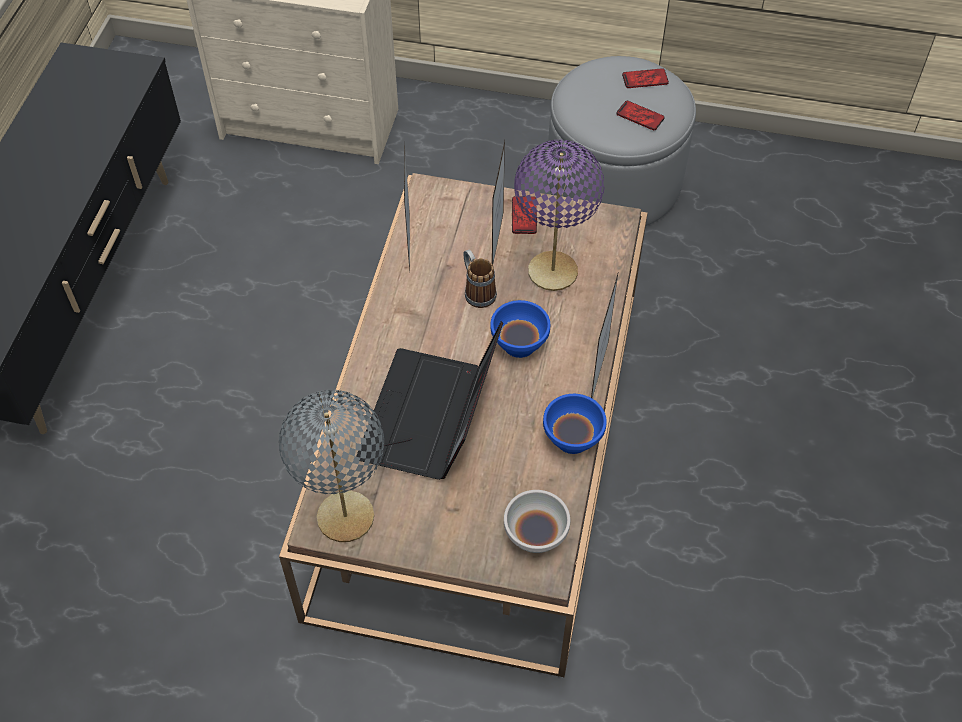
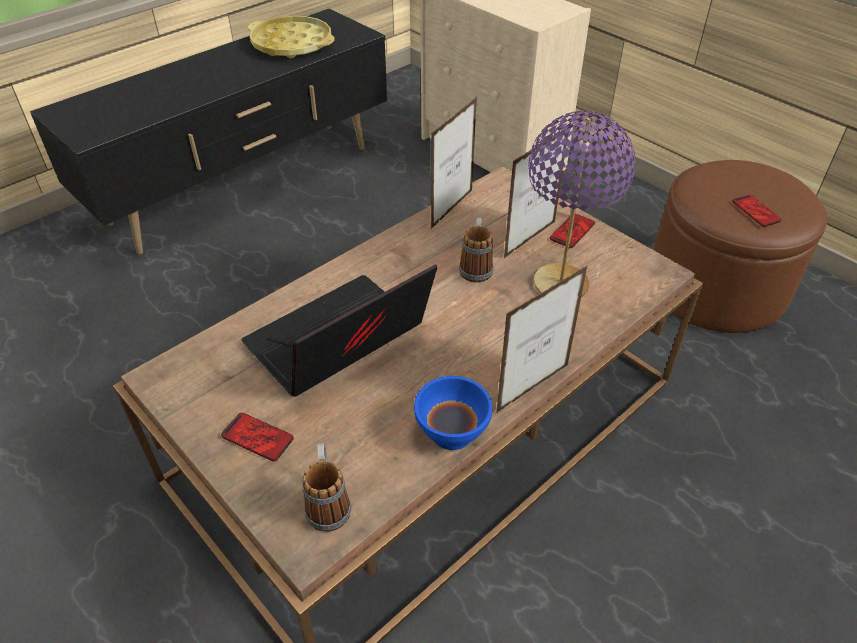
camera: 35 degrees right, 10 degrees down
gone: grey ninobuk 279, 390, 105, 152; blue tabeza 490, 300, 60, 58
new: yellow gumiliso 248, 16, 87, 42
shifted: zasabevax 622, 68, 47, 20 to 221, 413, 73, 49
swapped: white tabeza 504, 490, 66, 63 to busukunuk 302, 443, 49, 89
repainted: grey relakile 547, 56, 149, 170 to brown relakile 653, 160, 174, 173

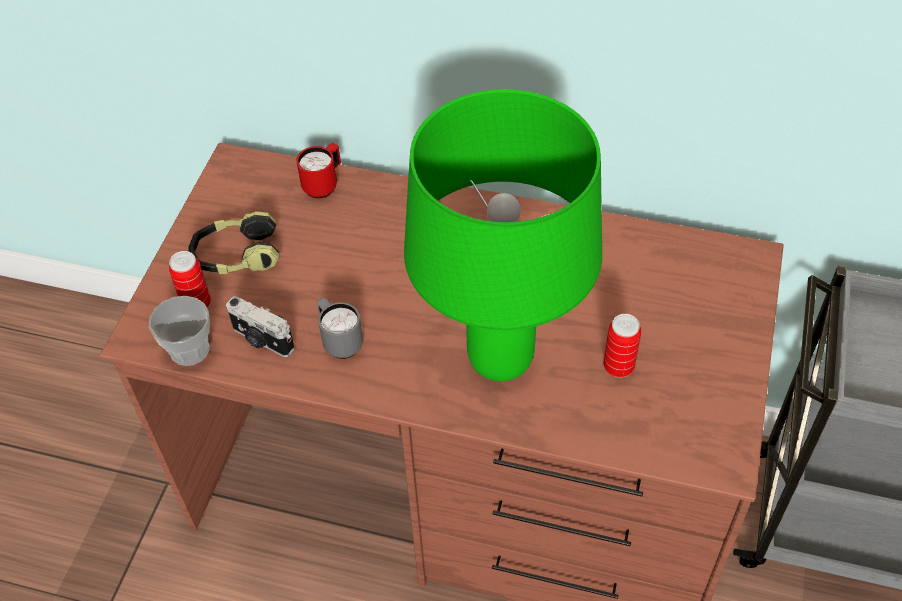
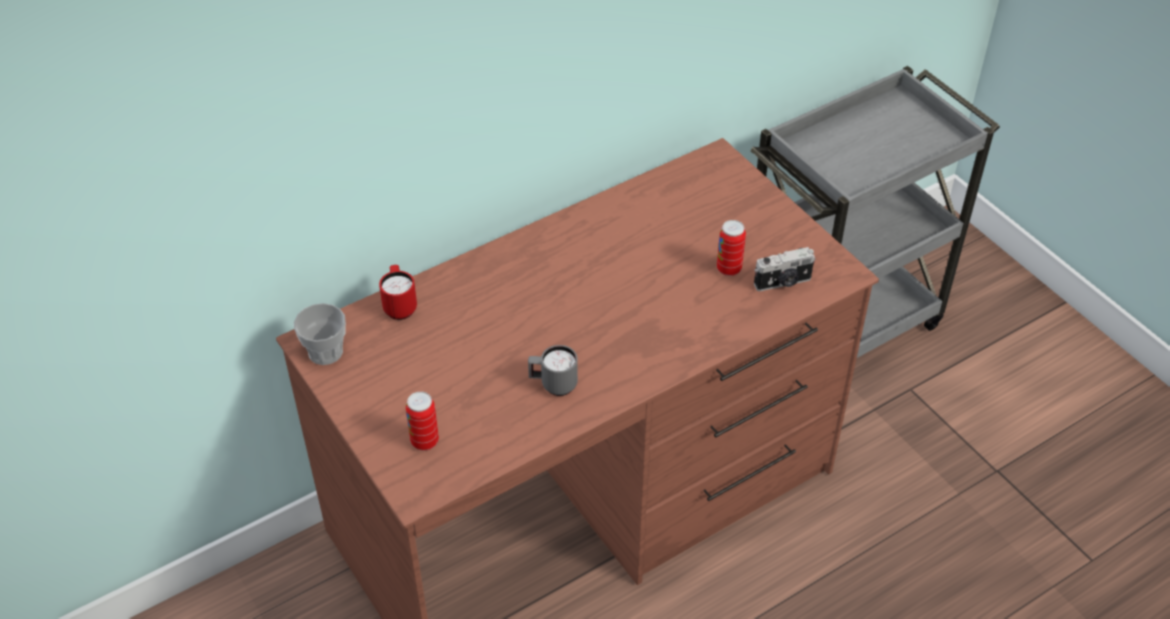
camera: 50 degrees left, 5 degrees down
gone: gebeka 188, 211, 91, 63; green ninobuk 404, 89, 198, 292
shifted: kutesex 149, 296, 61, 70 to 294, 303, 52, 62; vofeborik 226, 296, 69, 61 to 754, 247, 61, 44

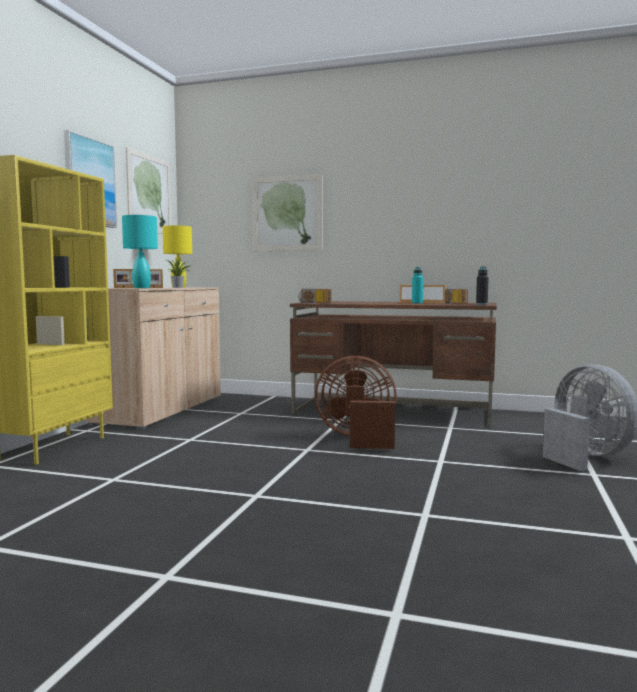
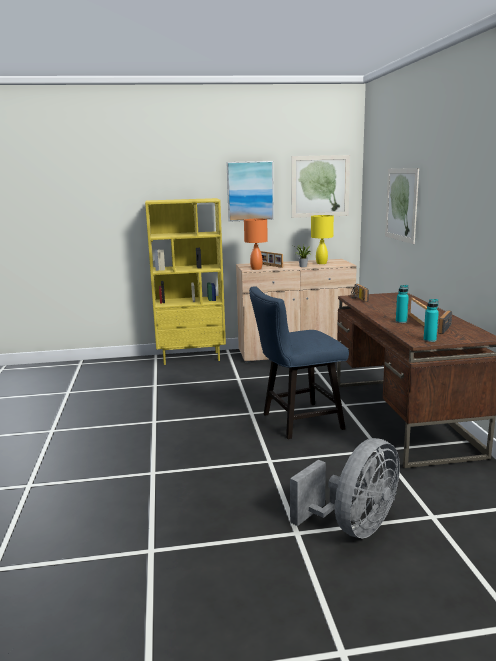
camera: 65 degrees right, 10 degrees up
swapped: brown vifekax 315, 356, 82, 93 to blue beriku 249, 286, 100, 153
repainted: turquoise ninobuk 122, 215, 36, 73 to orange ninobuk 244, 219, 24, 51; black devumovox 476, 266, 13, 39 to turquoise devumovox 423, 299, 16, 43

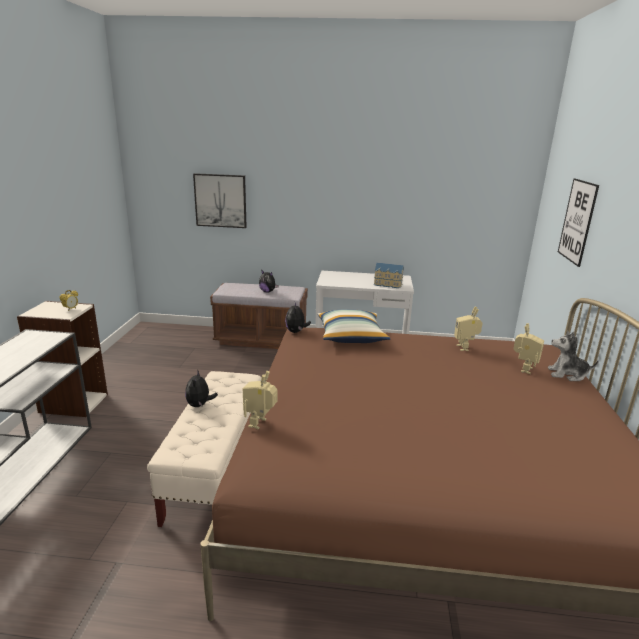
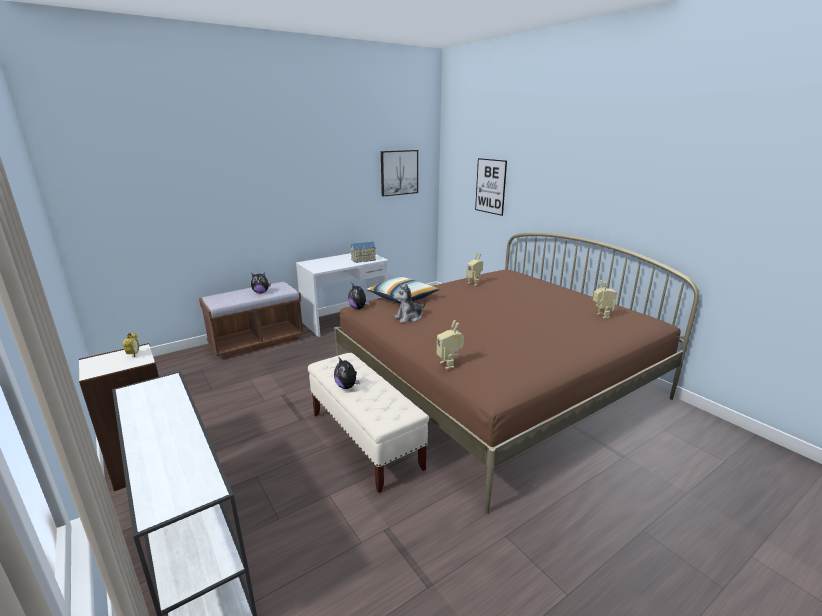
camera: 40 degrees left, 0 degrees up
shifted: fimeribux 193, 173, 54, 55 to 381, 150, 37, 47; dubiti 513, 324, 31, 50 to 593, 280, 24, 38; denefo 548, 331, 51, 50 to 393, 284, 33, 39

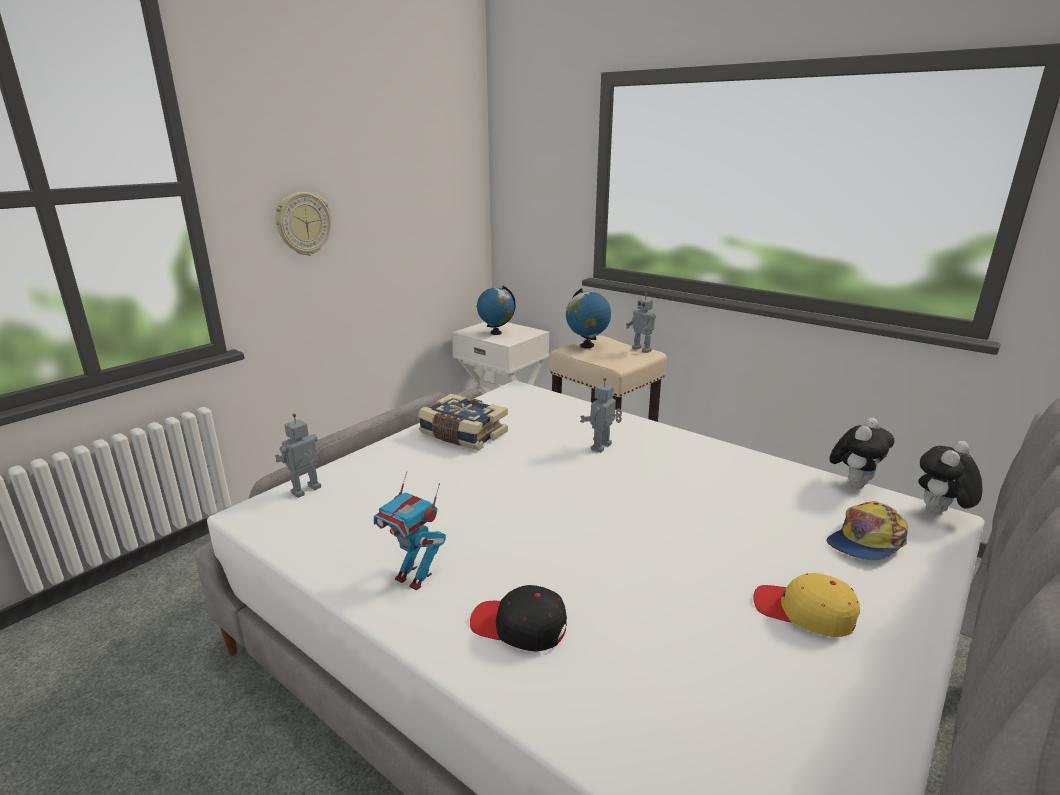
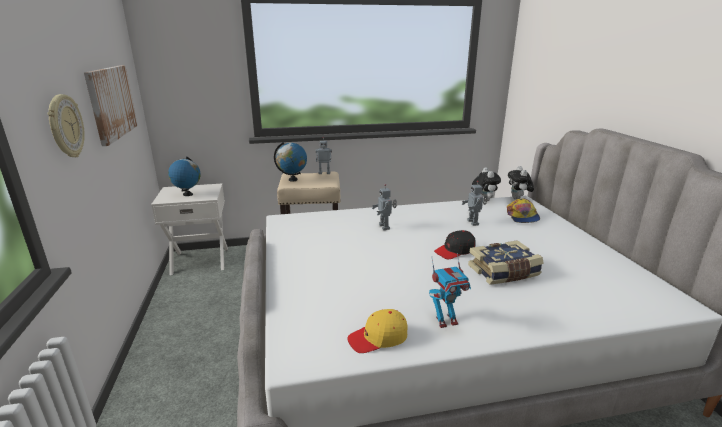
camera: 50 degrees left, 0 degrees up
new: fimeribux 84, 65, 54, 81
shifted: dubiti 275, 414, 46, 84 to 462, 181, 25, 45; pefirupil 418, 394, 90, 56 to 468, 240, 76, 45; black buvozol 470, 585, 97, 67 to 434, 230, 42, 29; yellow buvozol 753, 573, 107, 64 to 347, 309, 60, 44

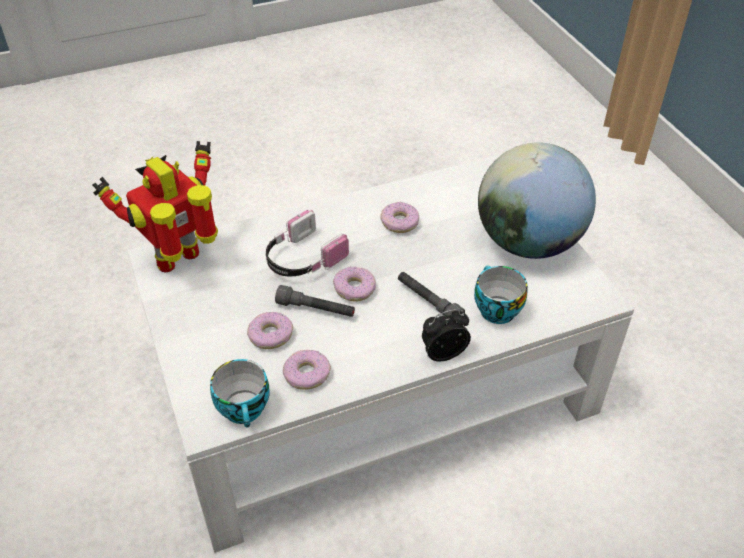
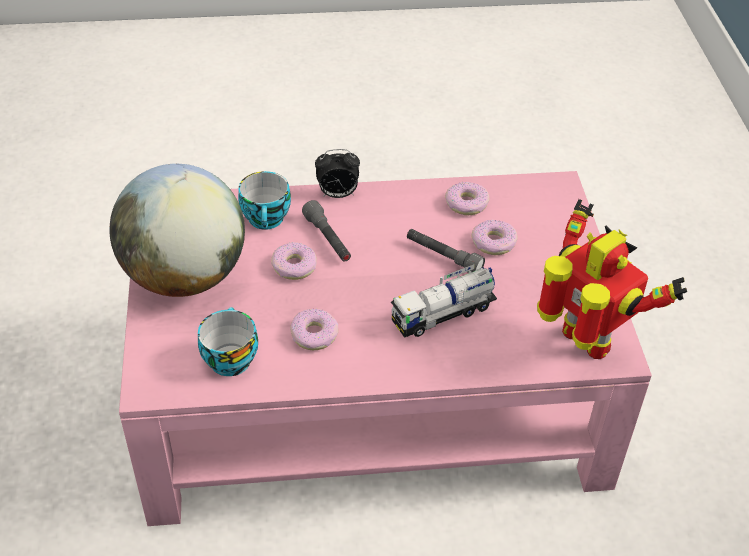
camera: 165 degrees left, 0 degrees up
shifted: kutesex 210, 359, 60, 69 to 198, 307, 60, 69; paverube 333, 267, 43, 35 to 271, 242, 46, 38
swapped: gebeka 266, 210, 83, 66 to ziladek 391, 264, 106, 74
repainted: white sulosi 127, 154, 507, 399 to pink sulosi 119, 171, 533, 355
rotated: dubiti 93, 141, 125, 132 = 537, 199, 150, 160 105 degrees counterclockwise

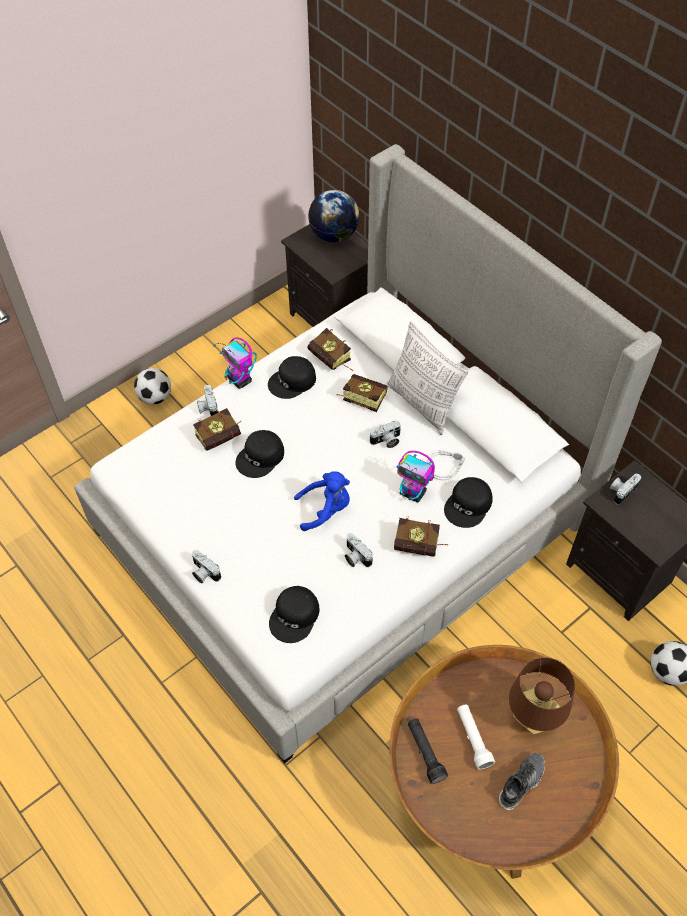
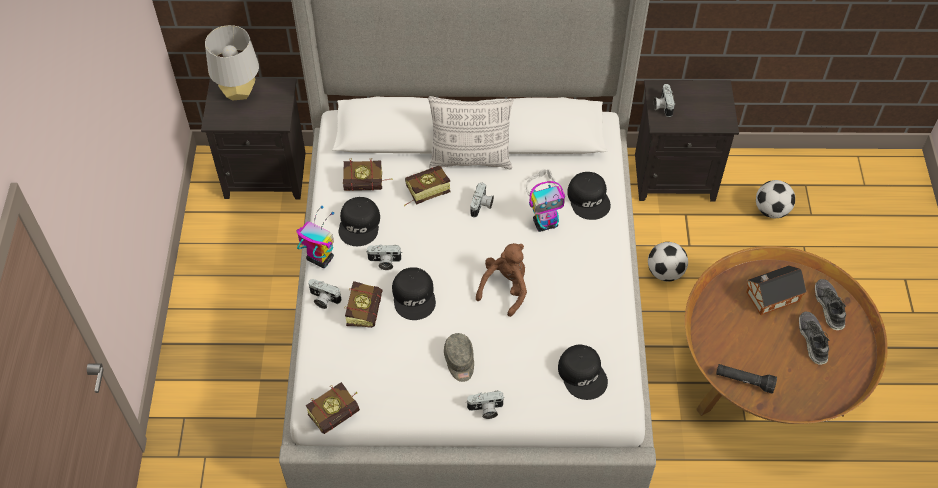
camera: 50 degrees left, 0 degrees up
gone: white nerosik 457, 704, 38, 65
new: grey buvozol 444, 333, 30, 49; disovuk 815, 279, 31, 51
shifted: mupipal 134, 368, 37, 37 to 648, 242, 40, 40; vofeborik 345, 533, 28, 34 to 366, 245, 36, 25; pefirupil 394, 516, 54, 41 to 306, 382, 54, 52
swapped: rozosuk 308, 190, 51, 52 to grey ninobuk 205, 25, 54, 75; brown ninobuk 509, 657, 66, 77 to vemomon 746, 265, 60, 50
repainted: blue denefo 294, 471, 56, 60 to brown denefo 476, 243, 51, 74
rotated: dubiti 213, 337, 44, 52 = 296, 206, 38, 62 150 degrees counterclockwise

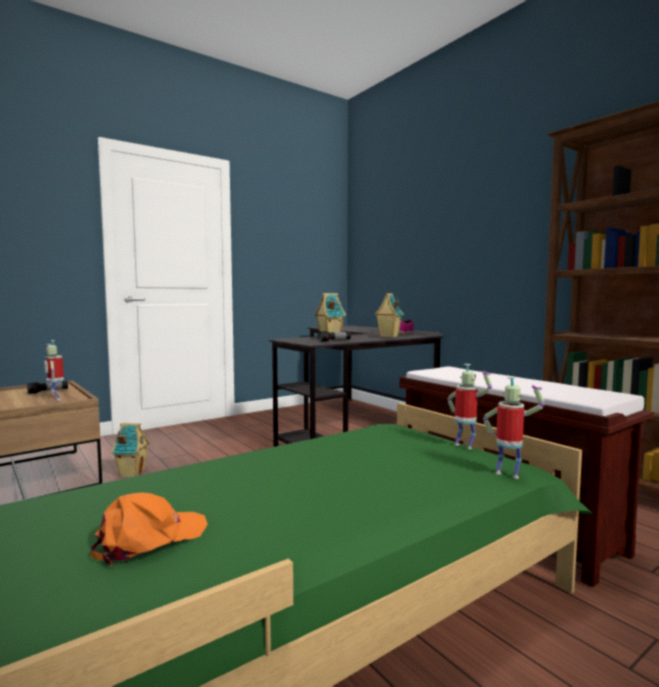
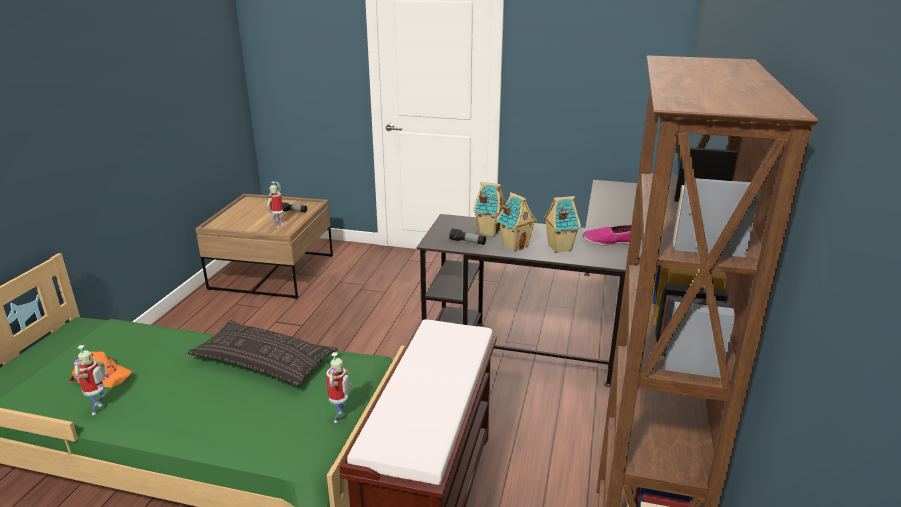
camera: 50 degrees right, 20 degrees up
new: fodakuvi 186, 320, 152, 66
shifted: vemomon 111, 423, 39, 54 to 496, 192, 41, 60; dubiti 483, 377, 62, 102 to 74, 345, 35, 70

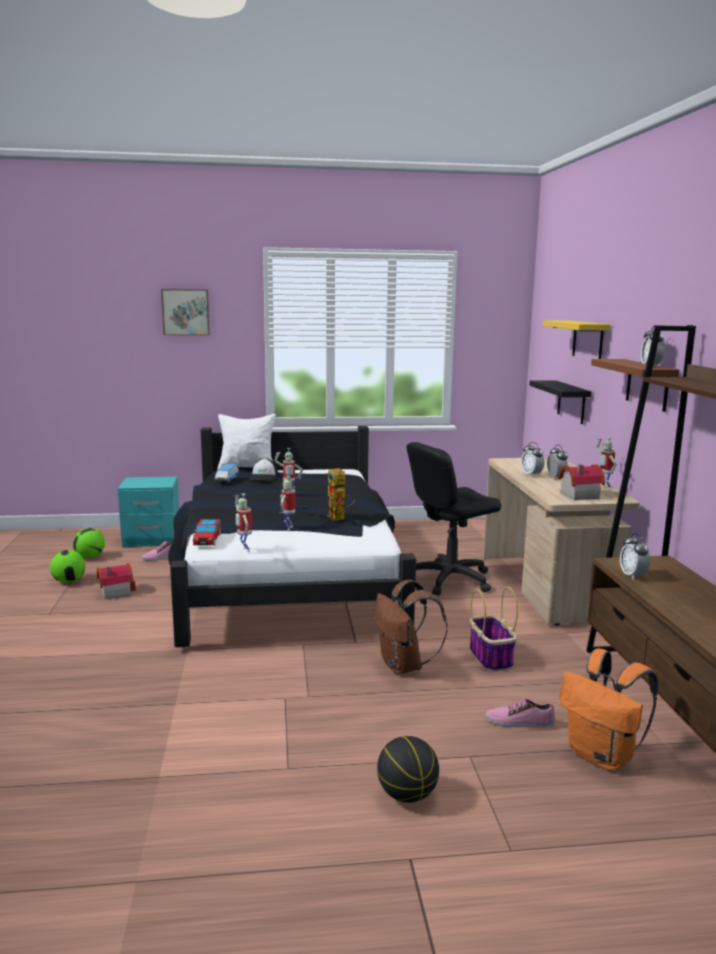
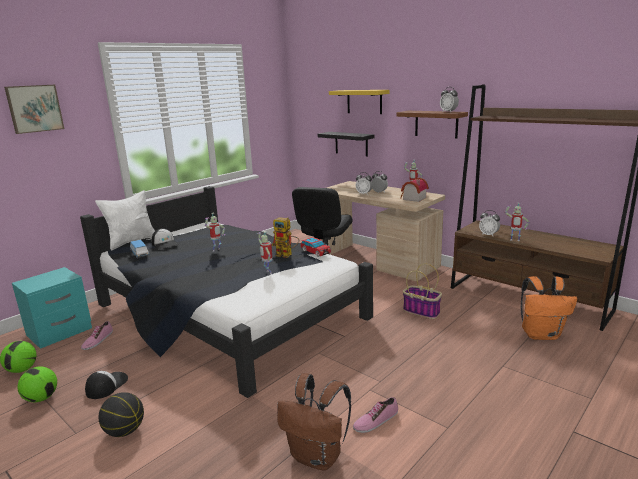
camera: 40 degrees left, 5 degrees up
shifted: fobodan 193, 519, 28, 26 to 301, 237, 30, 20; dubiti 235, 493, 17, 59 to 505, 203, 25, 38; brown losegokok 374, 579, 73, 95 to 277, 373, 74, 97; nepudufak 377, 736, 62, 67 to 98, 392, 46, 45; disovuk 485, 699, 70, 29 to 353, 397, 45, 36
swapped: vemomon 97, 563, 39, 36 to buvozol 85, 371, 43, 28

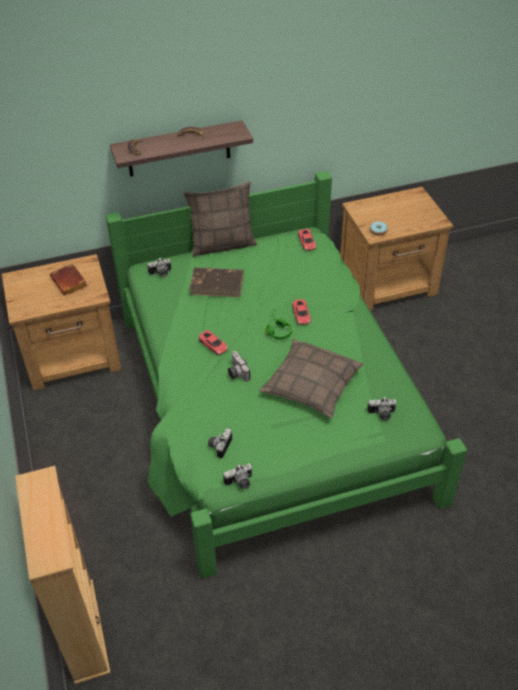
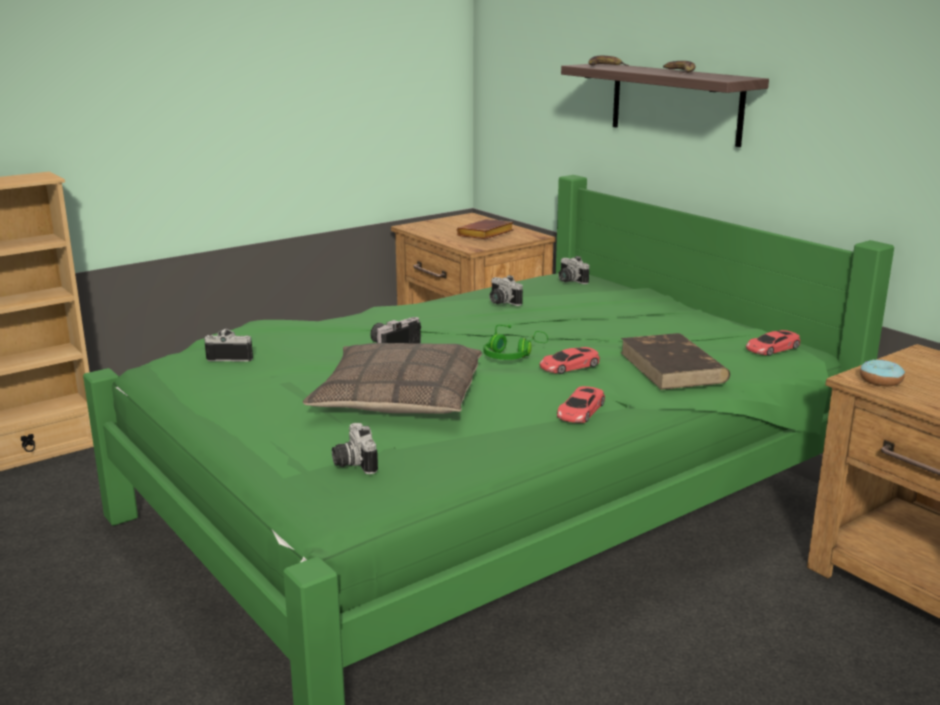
camera: 70 degrees right, 25 degrees down
gone: fodakuvi 183, 181, 74, 76
shifted: brown pefirupil 189, 267, 55, 30 to 620, 333, 110, 57; red fobodan 199, 330, 29, 25 to 557, 386, 48, 37; vofeborik 223, 463, 29, 26 to 490, 275, 33, 31

